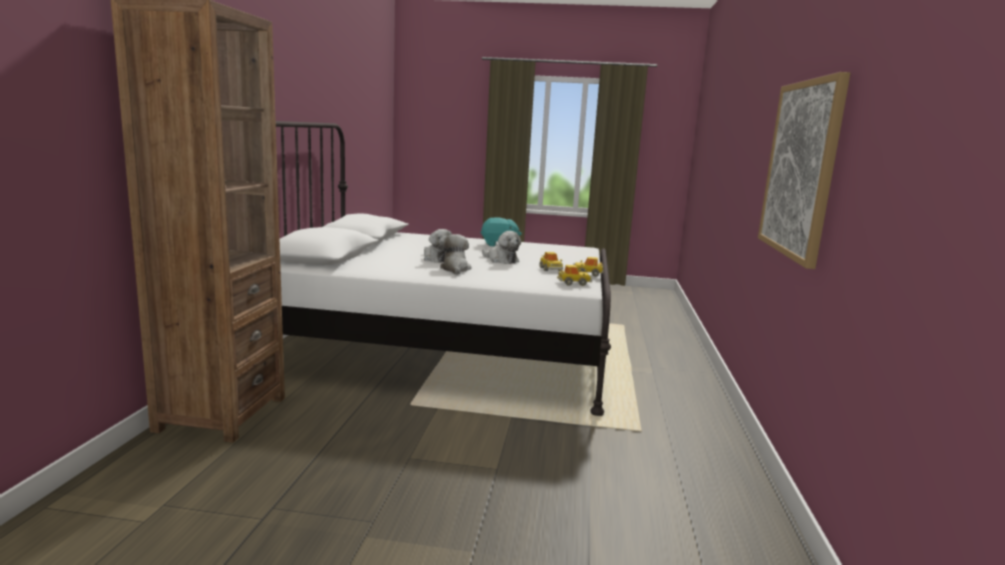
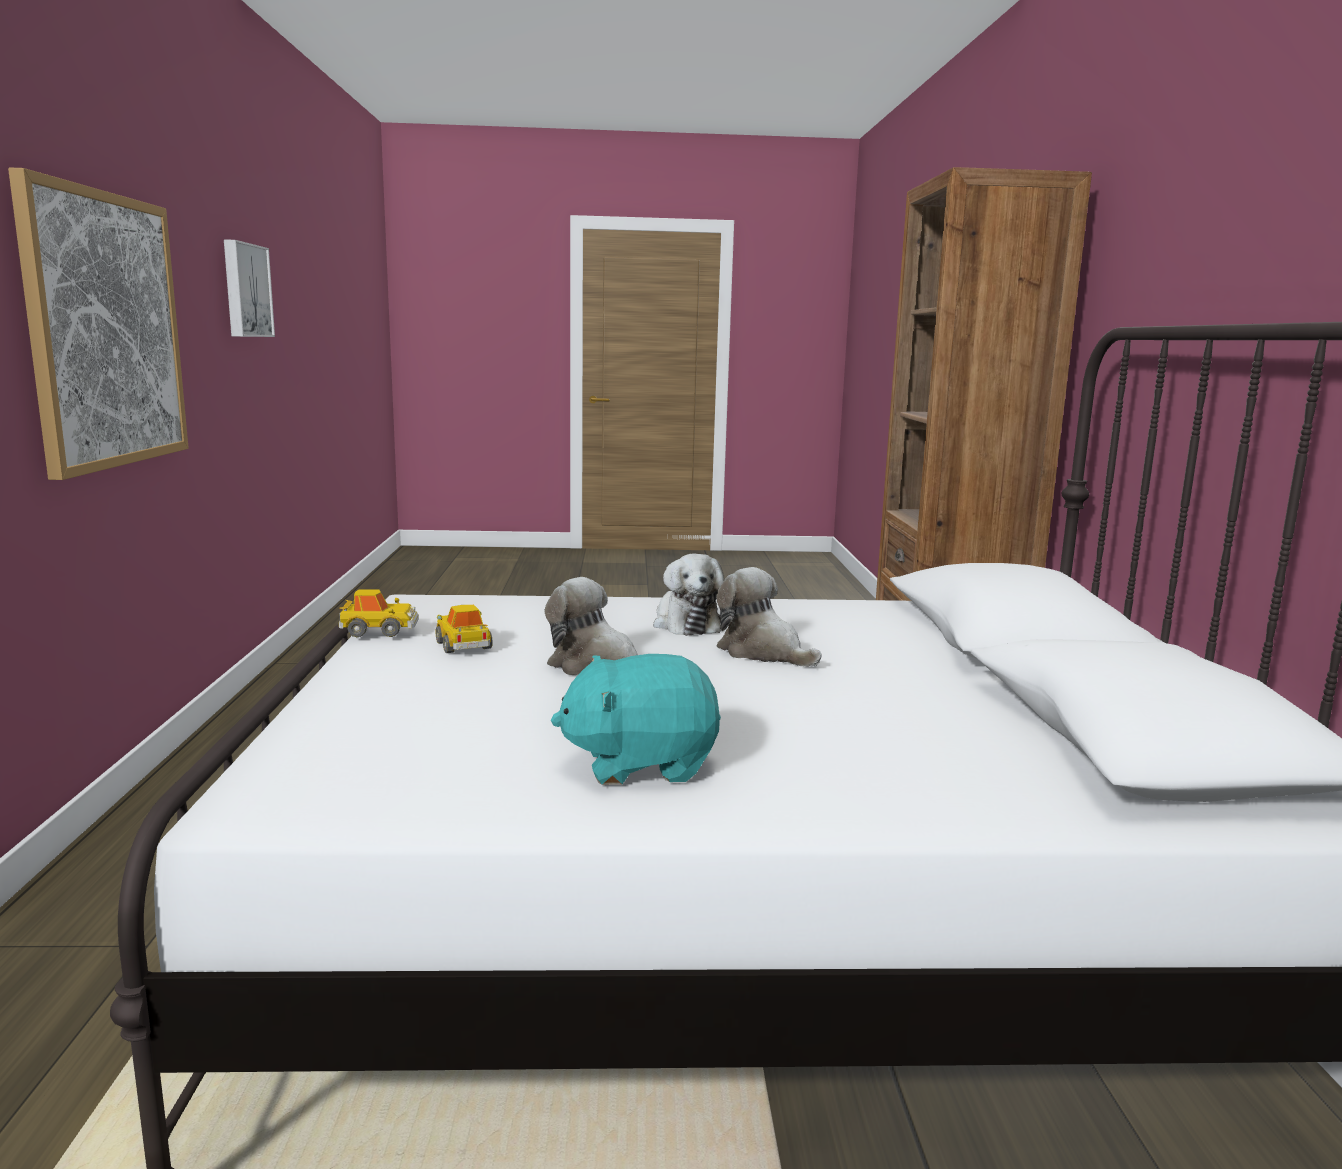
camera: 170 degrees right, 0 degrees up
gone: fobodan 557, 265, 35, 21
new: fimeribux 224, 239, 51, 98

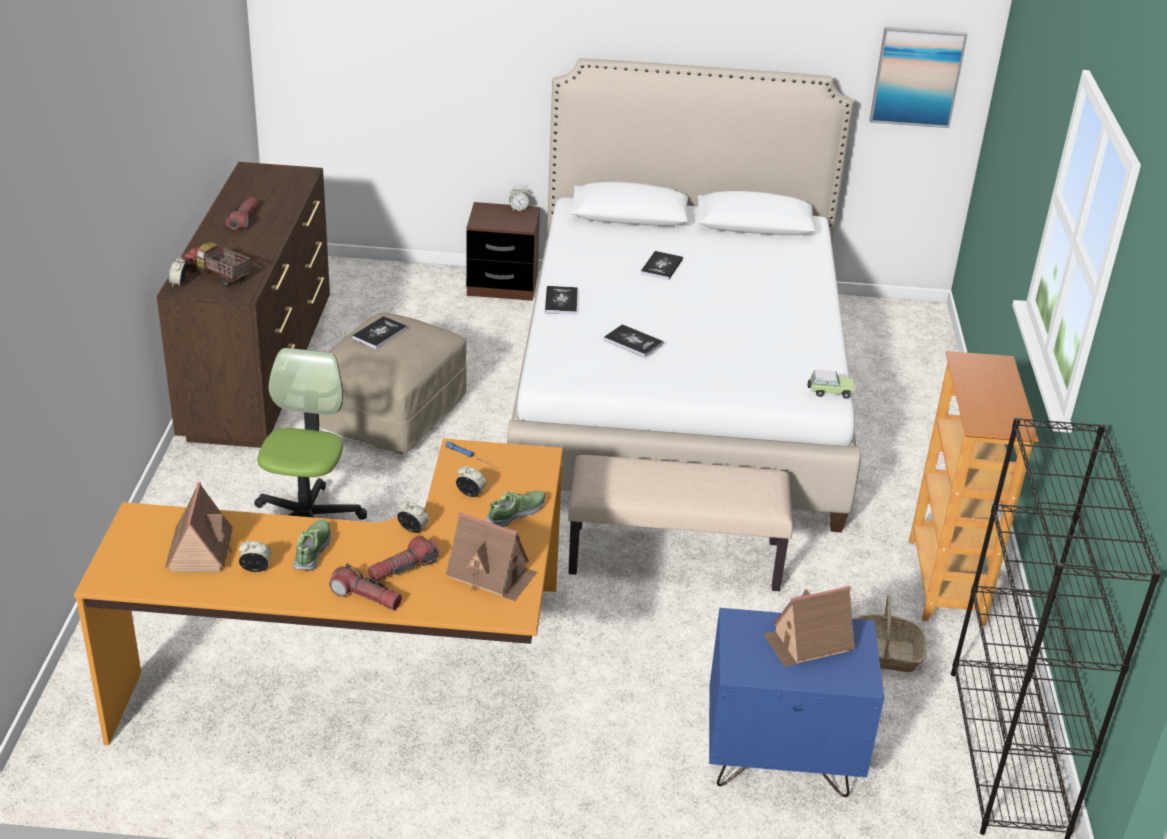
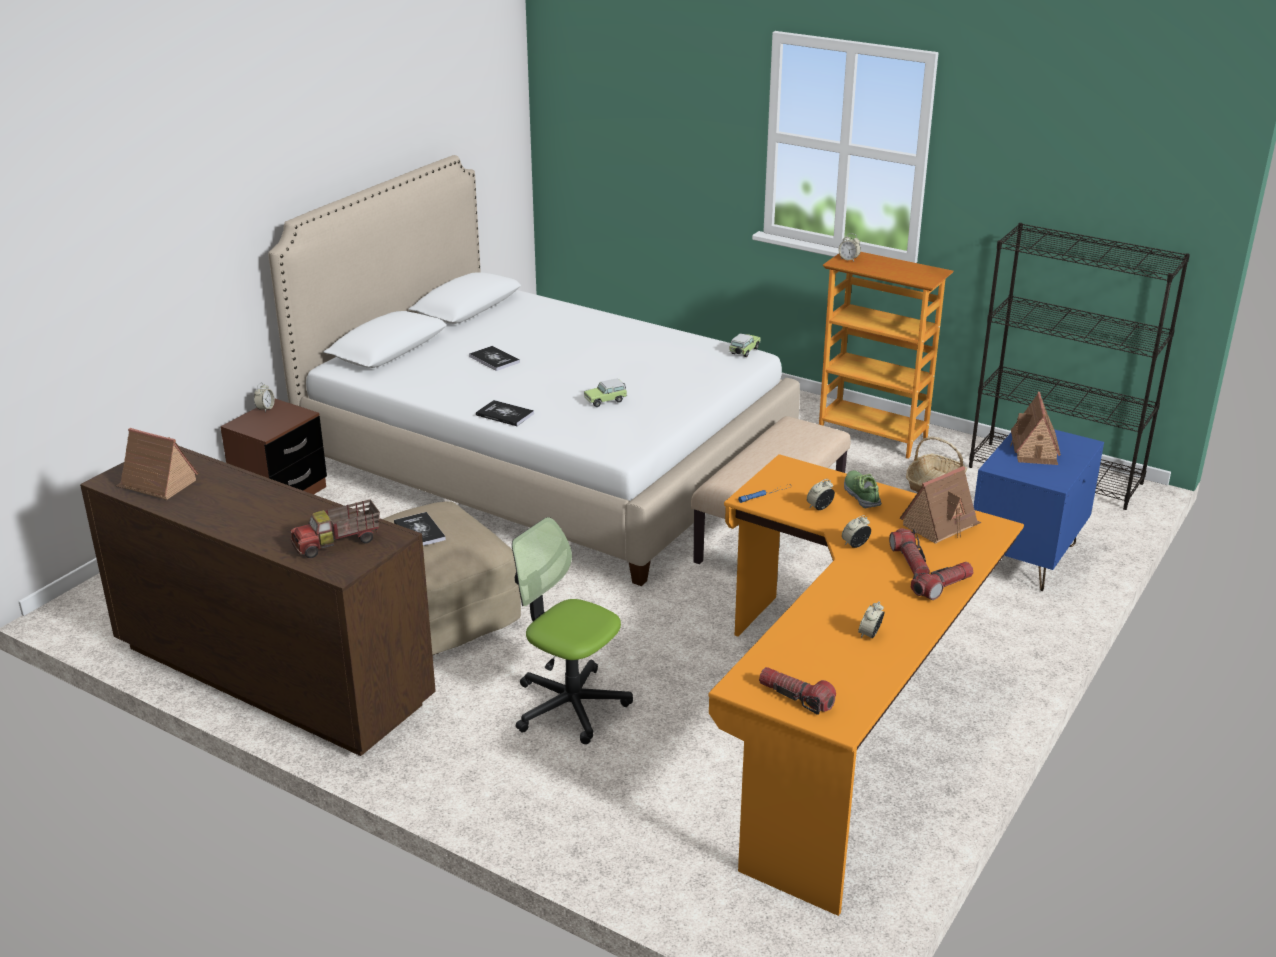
camera: 60 degrees left, 5 degrees down
gone: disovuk 293, 520, 38, 51; fimeribux 870, 27, 98, 101
shifted: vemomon 165, 482, 68, 90 to 116, 428, 83, 72; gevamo 169, 255, 18, 32 to 839, 233, 22, 28; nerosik 225, 197, 33, 32 to 759, 667, 77, 48
swapped: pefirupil 604, 324, 59, 34 to fobodan 584, 378, 43, 29

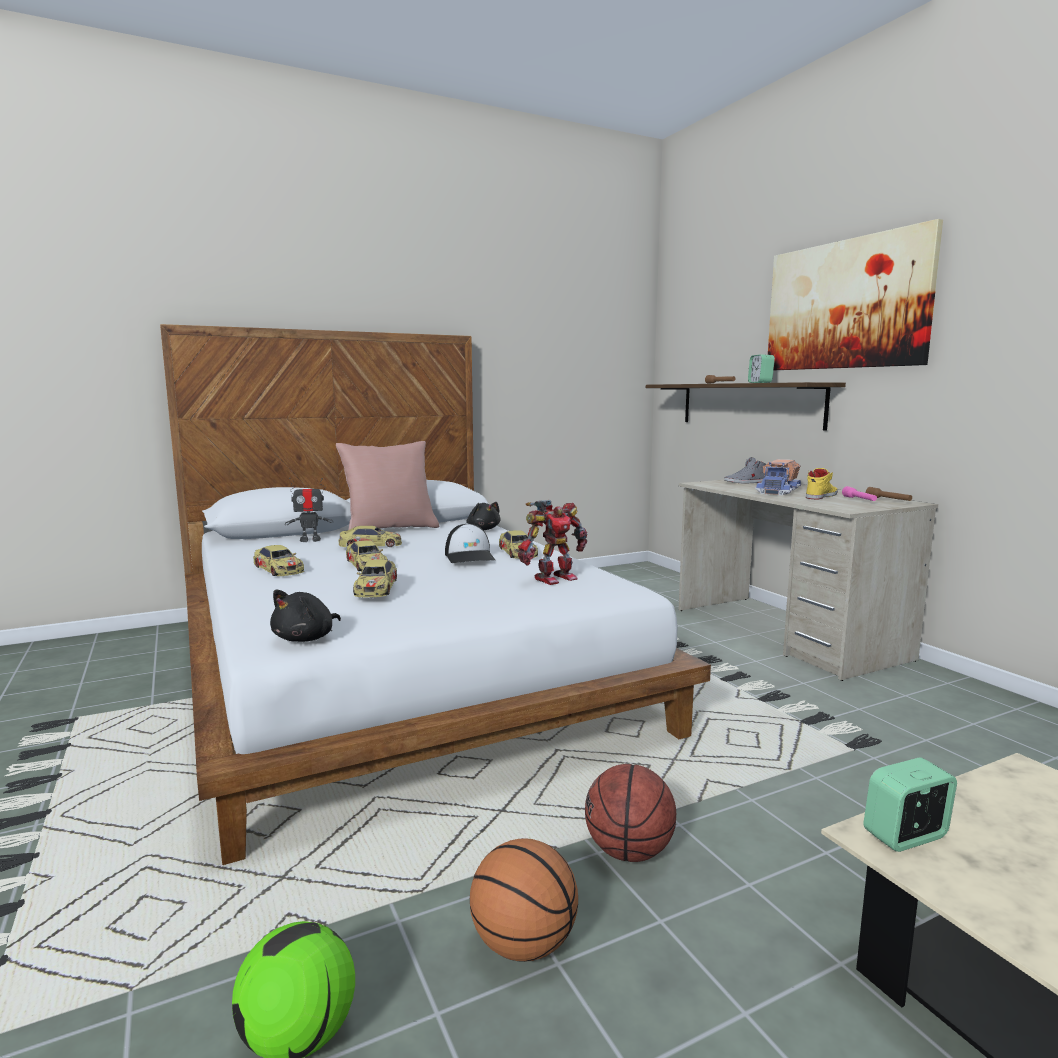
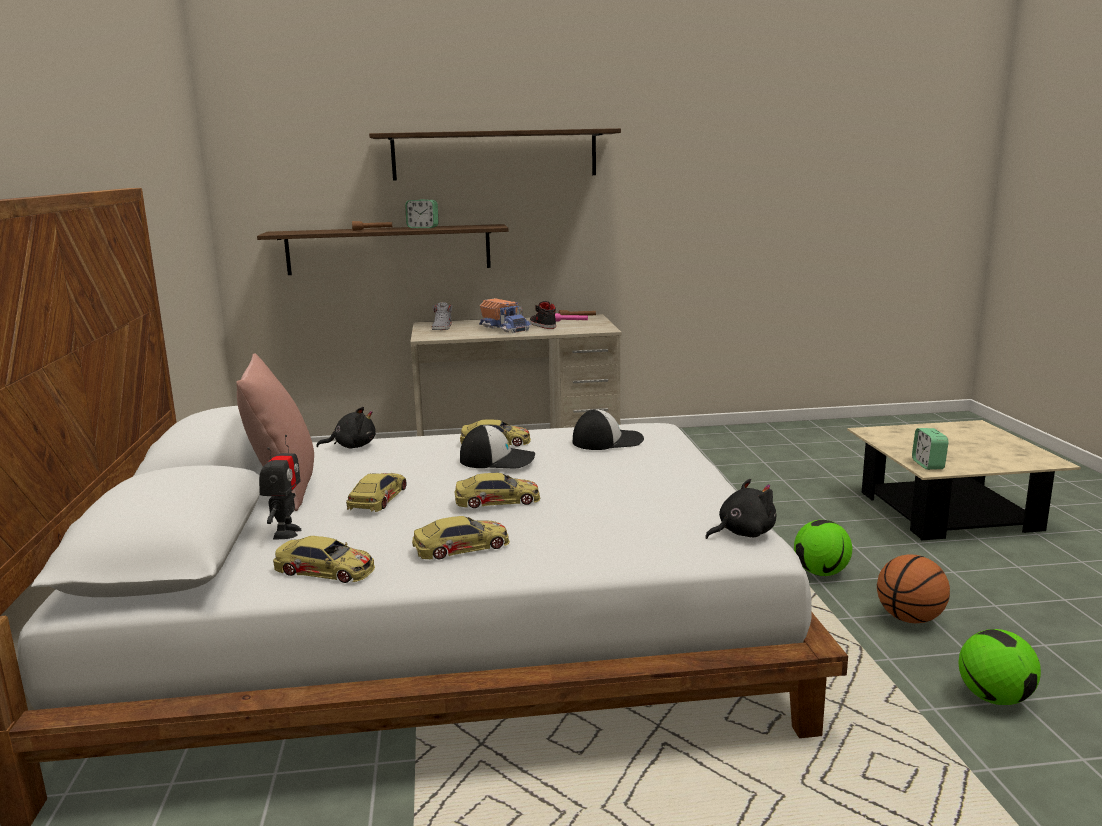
camera: 70 degrees left, 5 degrees up
shifted: fobodan 353, 559, 44, 38 to 273, 536, 102, 47
swapped: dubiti 518, 500, 70, 85 to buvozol 573, 409, 71, 41; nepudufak 585, 764, 91, 98 to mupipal 794, 520, 58, 56; fimeribux 768, 219, 175, 151 to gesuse 369, 128, 252, 53
repainted: yellow disovuk 806, 468, 32, 31 to black disovuk 530, 301, 26, 28
rotated: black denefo 270, 589, 71, 53 = 705, 479, 71, 60 75 degrees counterclockwise

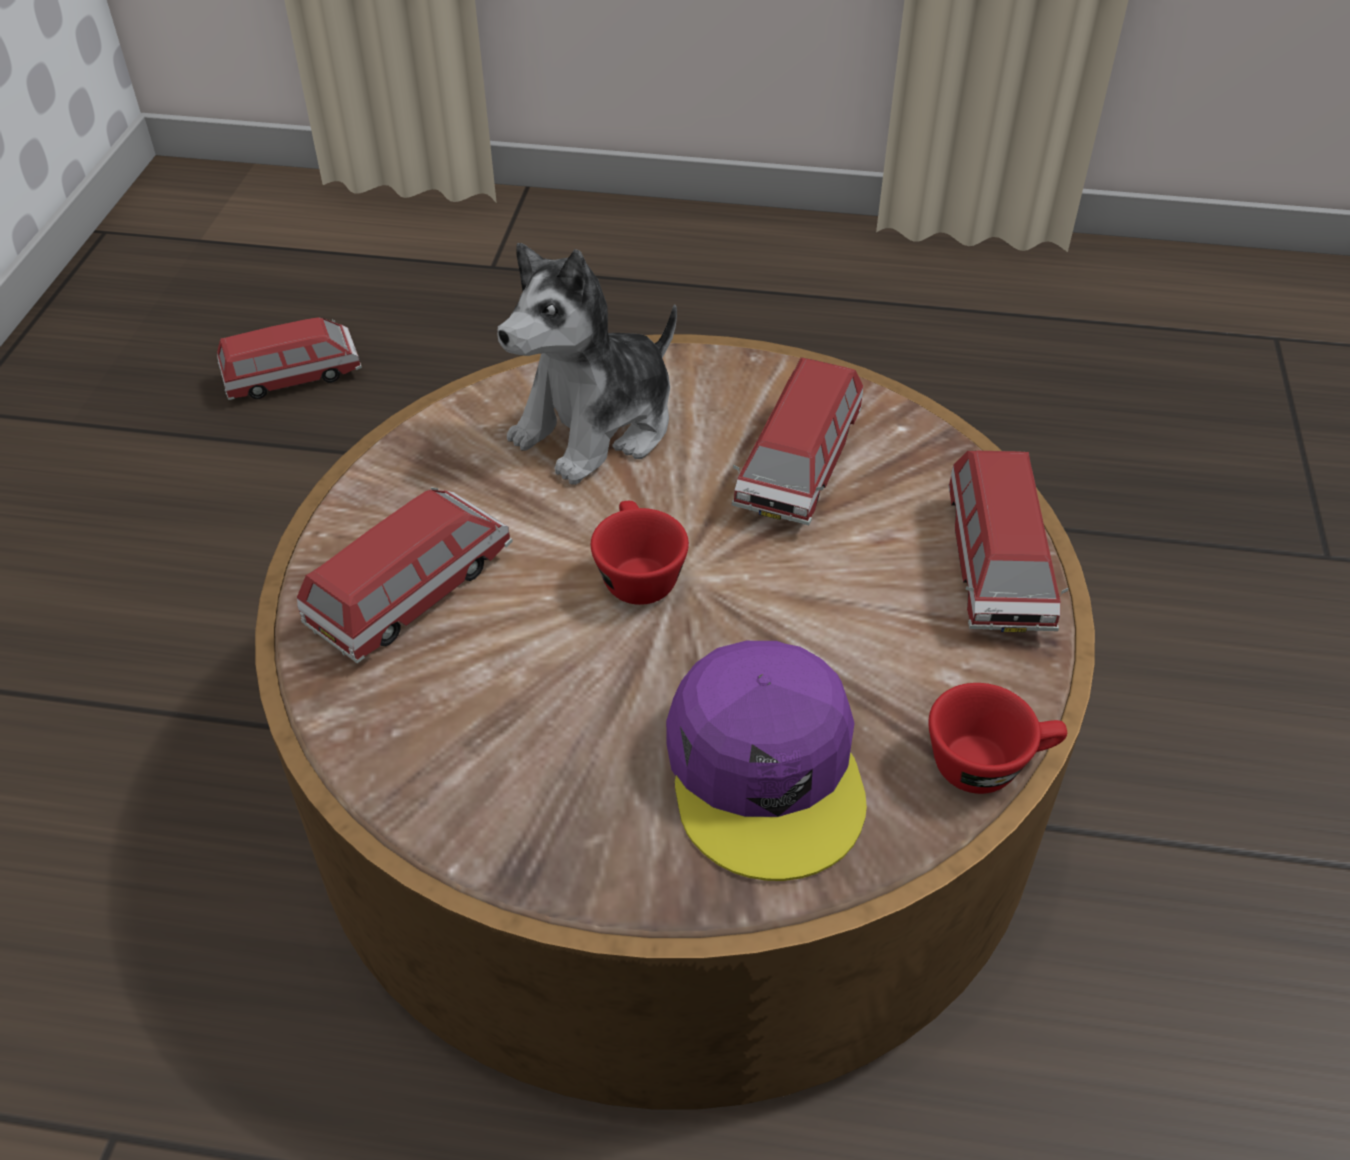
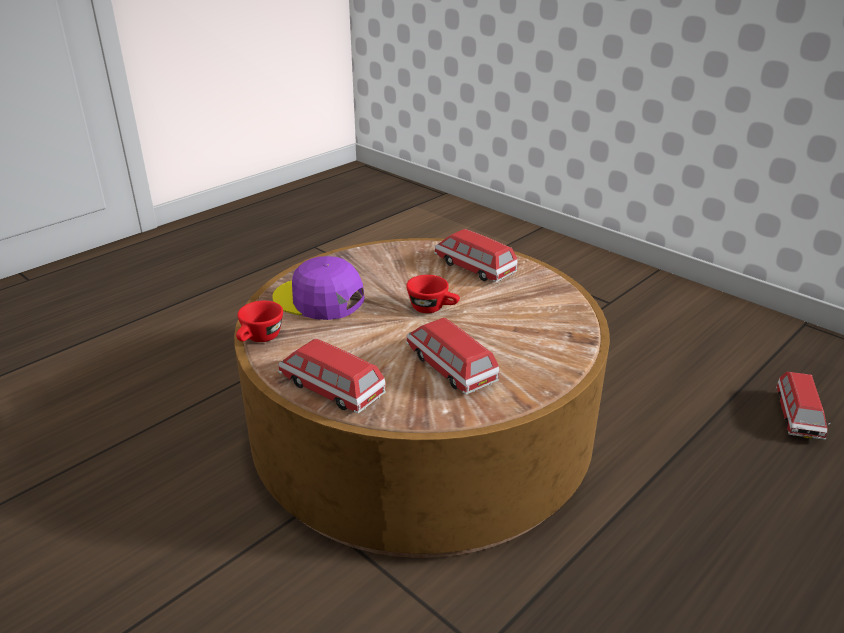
camera: 125 degrees right, 15 degrees down
gone: denefo 497, 243, 180, 242
rotated: fobodan 297, 488, 216, 175 = 434, 229, 84, 53 150 degrees clockwise

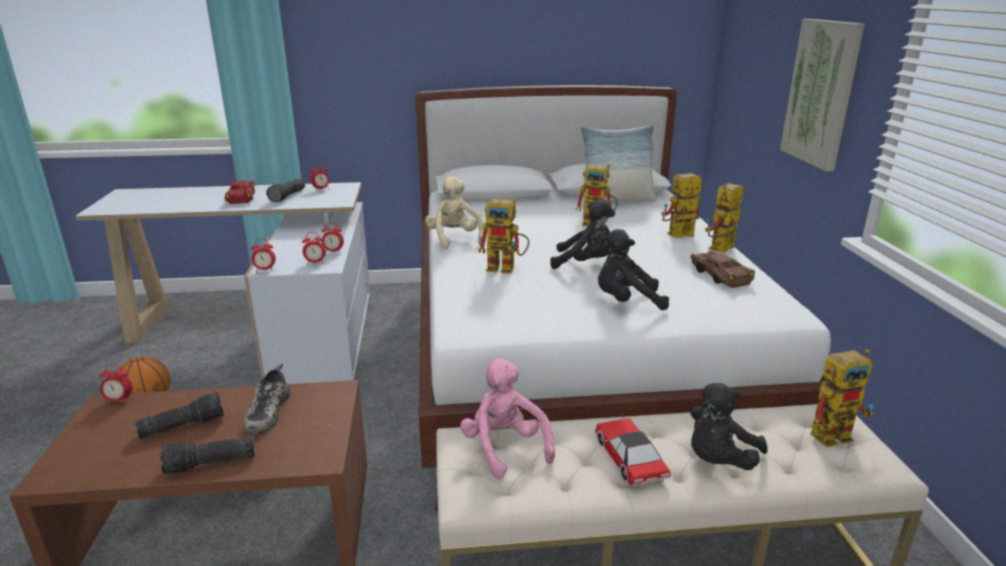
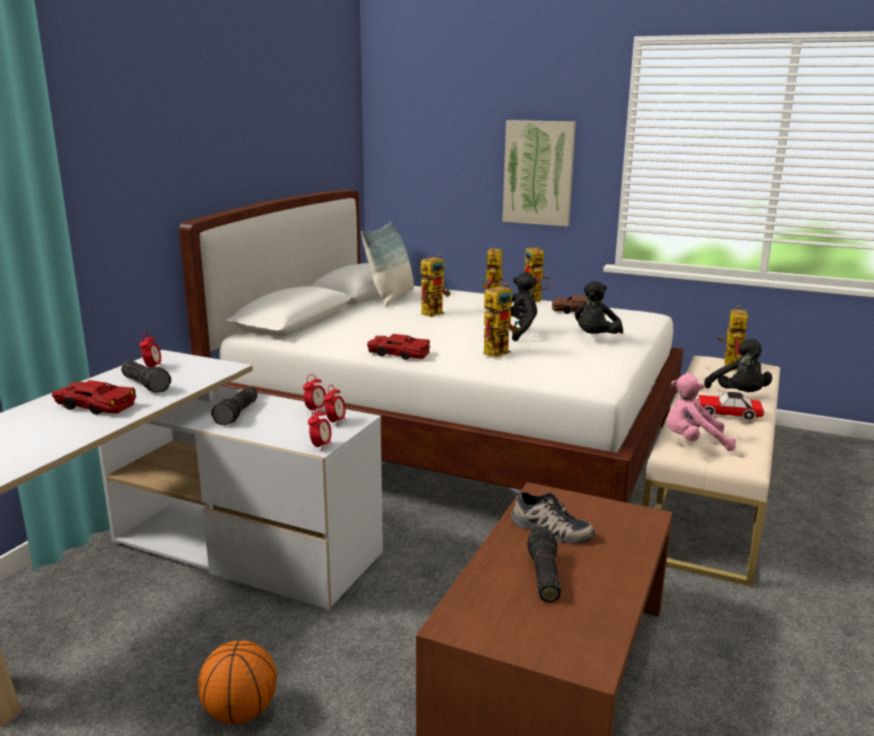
camera: 60 degrees left, 5 degrees down
gone: gevamo 100, 364, 32, 40
shifted: nerosik 160, 436, 95, 38 to 211, 387, 47, 39
swapped: beige denefo 425, 176, 59, 73 to red fobodan 367, 334, 63, 26

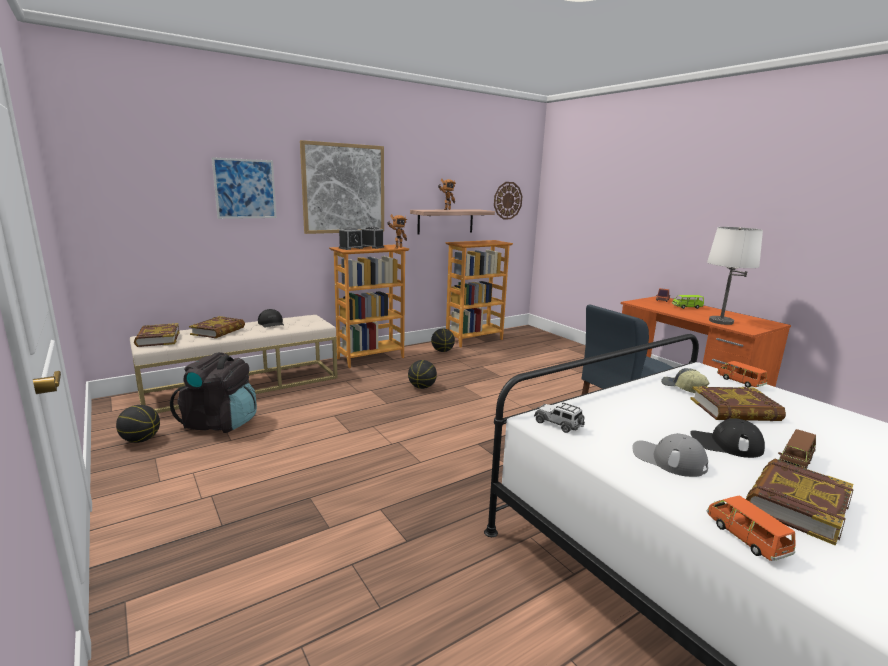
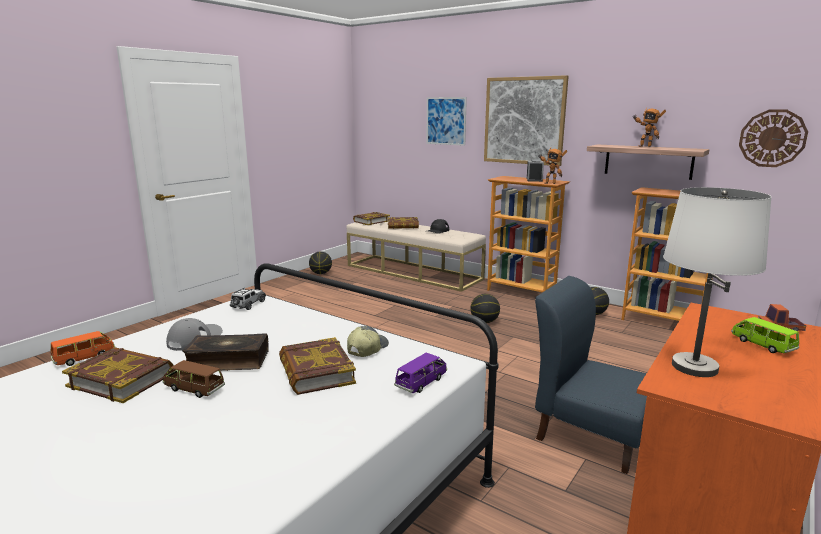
camera: 70 degrees right, 0 degrees up
gone: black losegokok 170, 352, 87, 81; gevamo 339, 227, 24, 23
swapped: black buvozol 690, 418, 75, 40 to pefirupil 183, 333, 86, 38
repainted: orange fobodan 717, 361, 50, 26 to purple fobodan 394, 353, 53, 40

